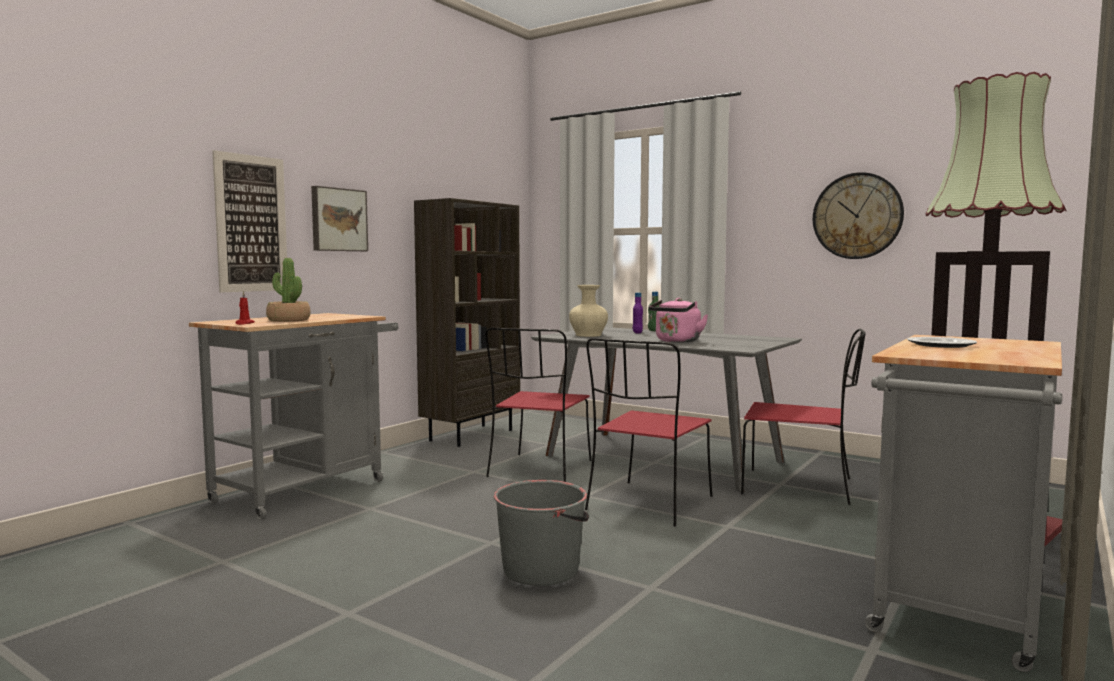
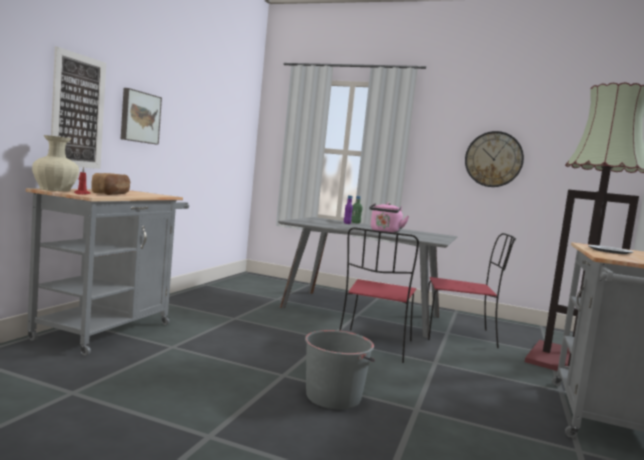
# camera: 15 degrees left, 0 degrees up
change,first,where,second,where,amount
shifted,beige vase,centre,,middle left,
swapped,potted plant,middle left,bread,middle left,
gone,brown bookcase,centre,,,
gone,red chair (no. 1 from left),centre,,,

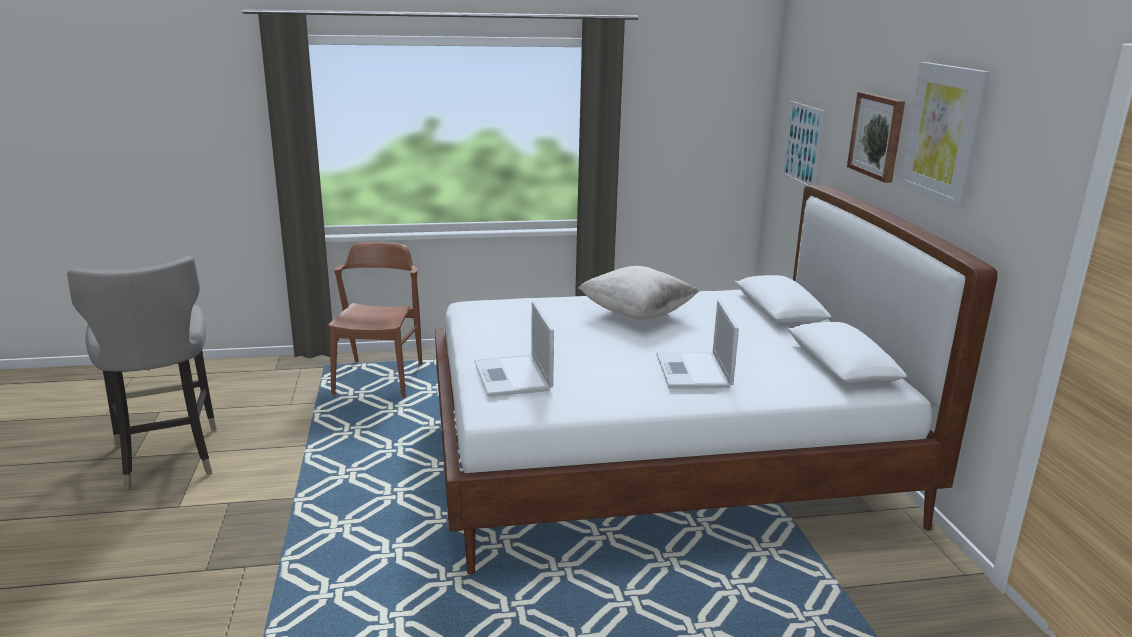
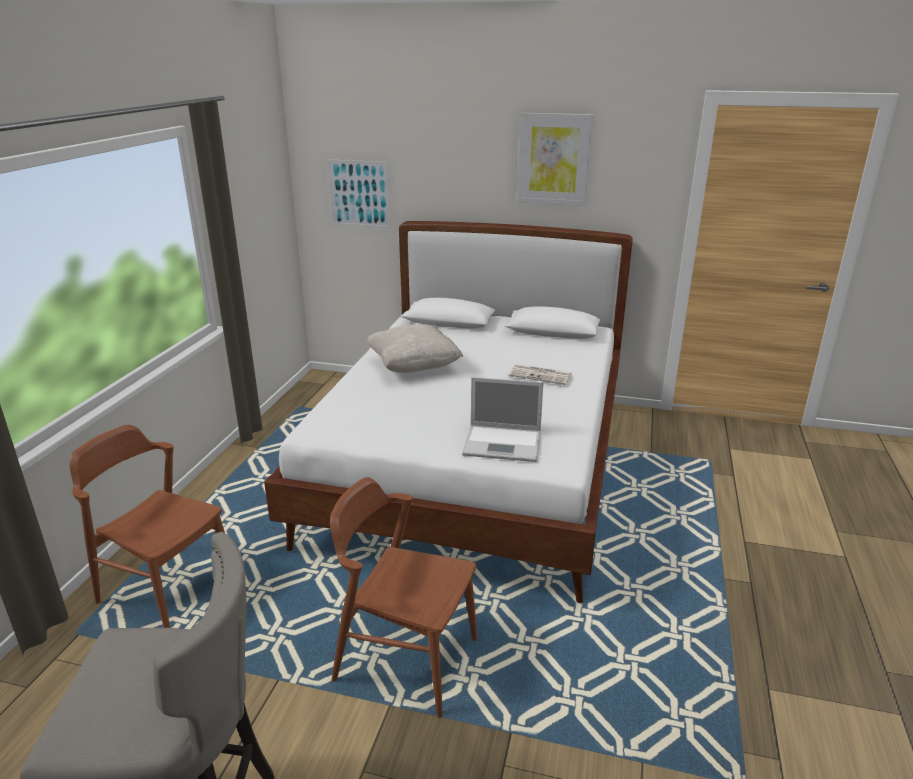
# camera: 65 degrees left, 5 degrees up
change,first,where,second,where,amount
new,,,brown chair (no. 2 from left),bottom centre,
swapped,laptop (no. 2 from left),centre,newspaper,centre,
gone,picture (no. 2 from left),top right,,,

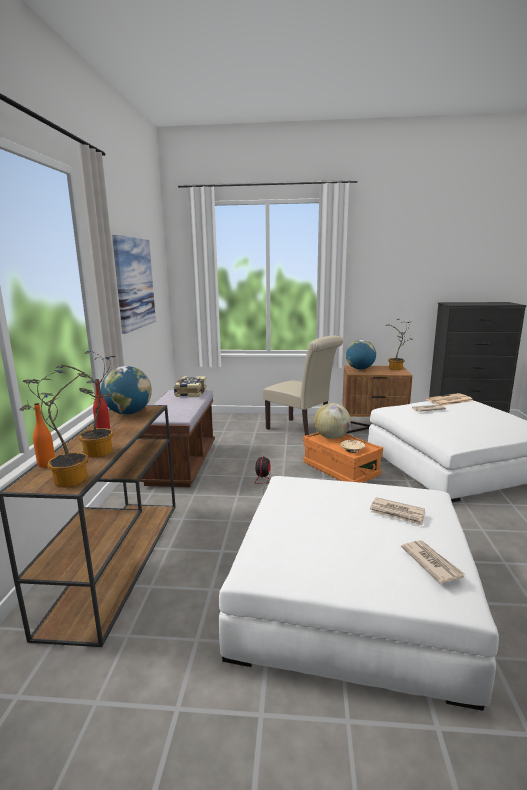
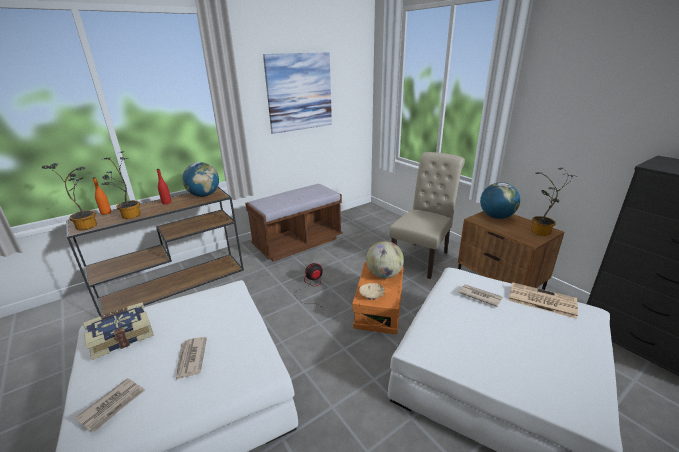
# camera: 50 degrees right, 10 degrees up
change,first,where,second,where,amount
shifted,book,centre,,bottom left,
rotated,beige chair,centre,,centre,150 degrees counterclockwise

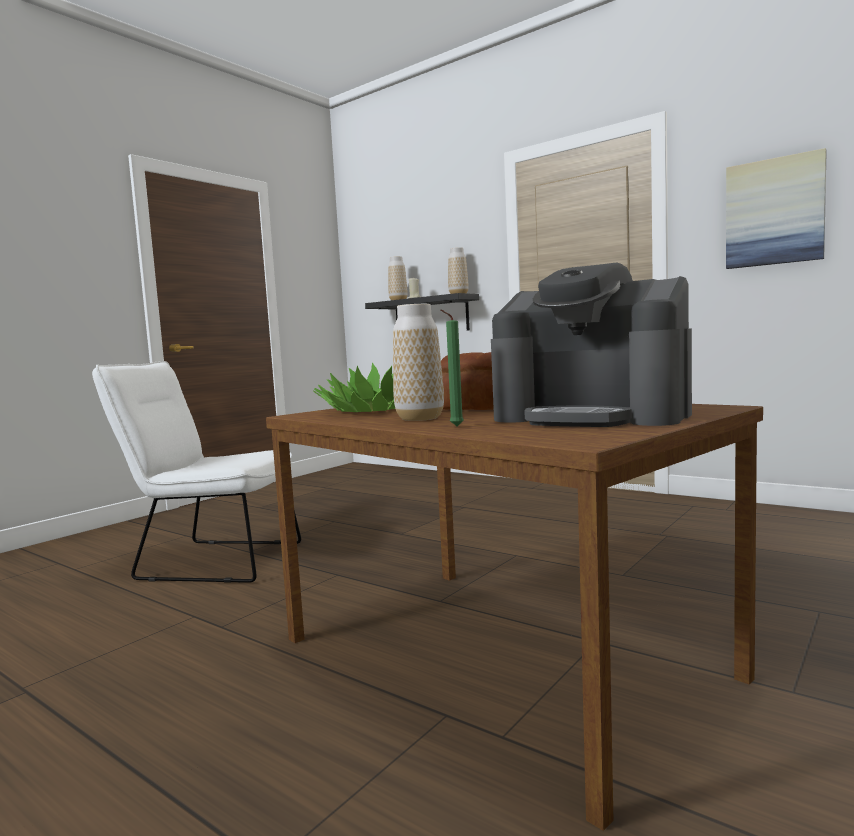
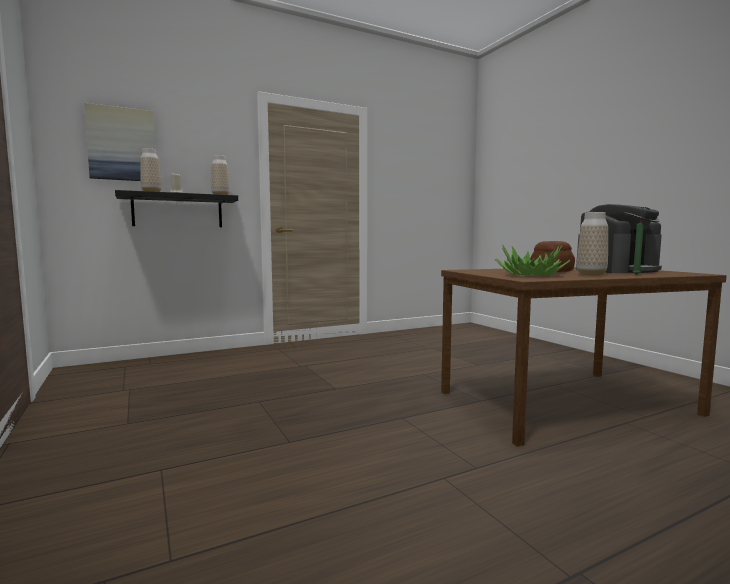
# camera: 65 degrees left, 0 degrees up
change,first,where,second,where,amount
shifted,picture,top right,,top left,
gone,white chair,middle left,,,

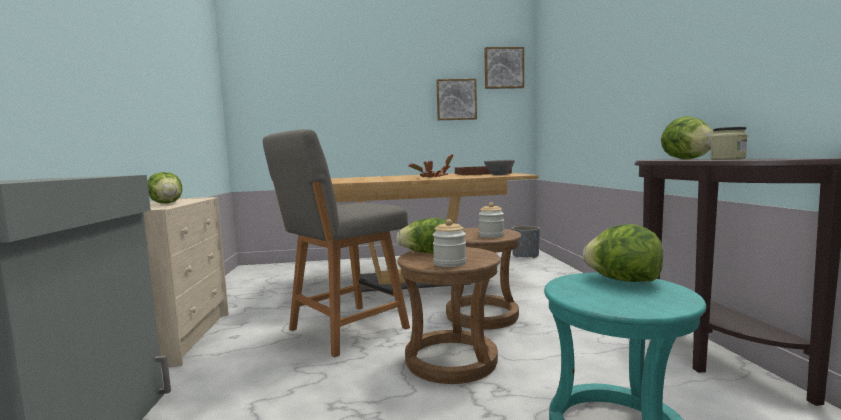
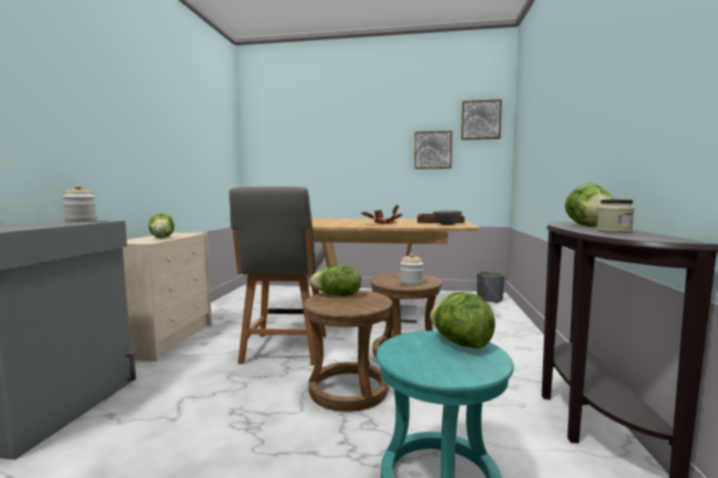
# camera: 15 degrees right, 0 degrees up
change,first,where,second,where,amount
shifted,jar (no. 1 from left),centre,,middle left,
rotated,grey chair,centre,,centre,60 degrees counterclockwise

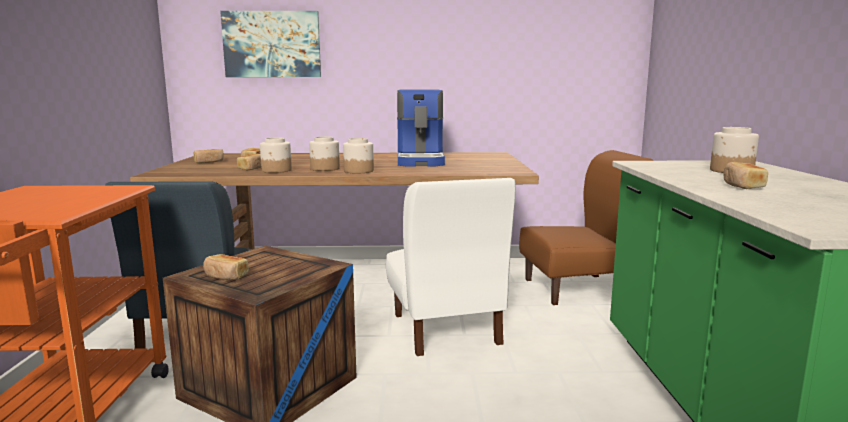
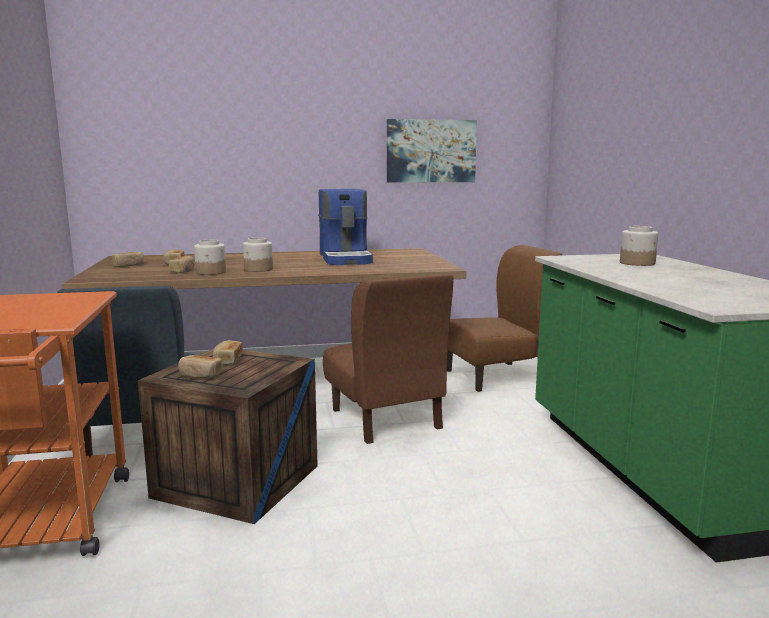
# camera: 10 degrees left, 0 degrees up
change,first,where,second,where,amount
shifted,bread (no. 5 from left),middle right,,middle left,
repainted,white chair,centre,brown chair (no. 1 from left),centre,
shifted,picture,top left,,top centre,
gone,jar (no. 3 from left),centre,,,

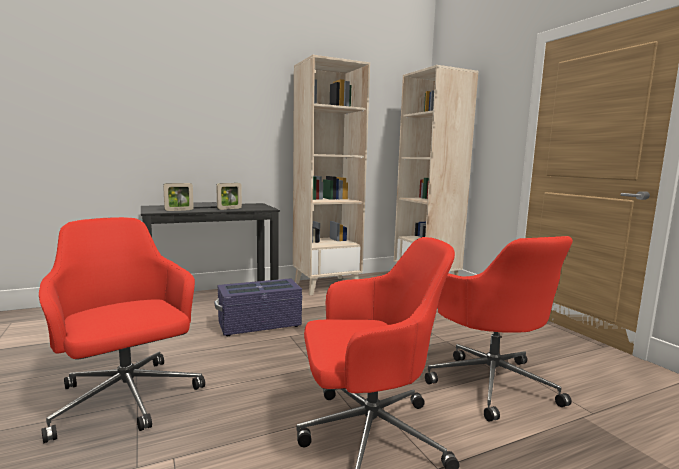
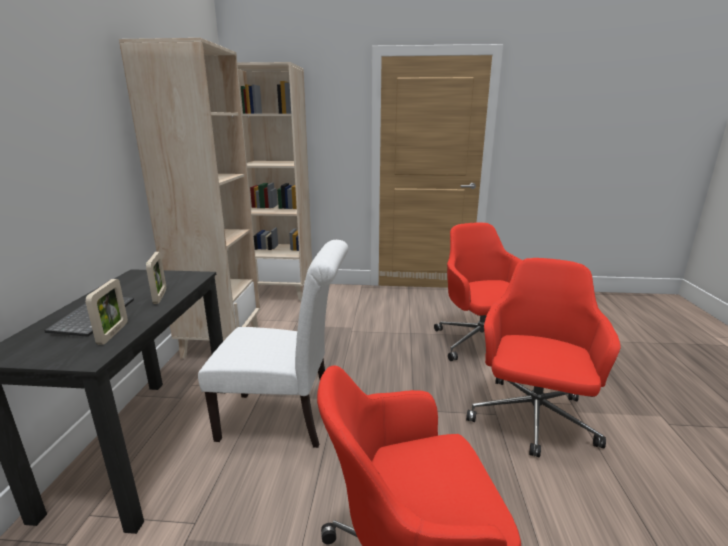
# camera: 60 degrees left, 10 degrees up
change,first,where,second,where,amount
swapped,purple storage box,centre,white chair,centre,
rotated,red office chair (no. 3 from left in the first image),bottom right,red office chair (no. 2 from left),centre,120 degrees counterclockwise

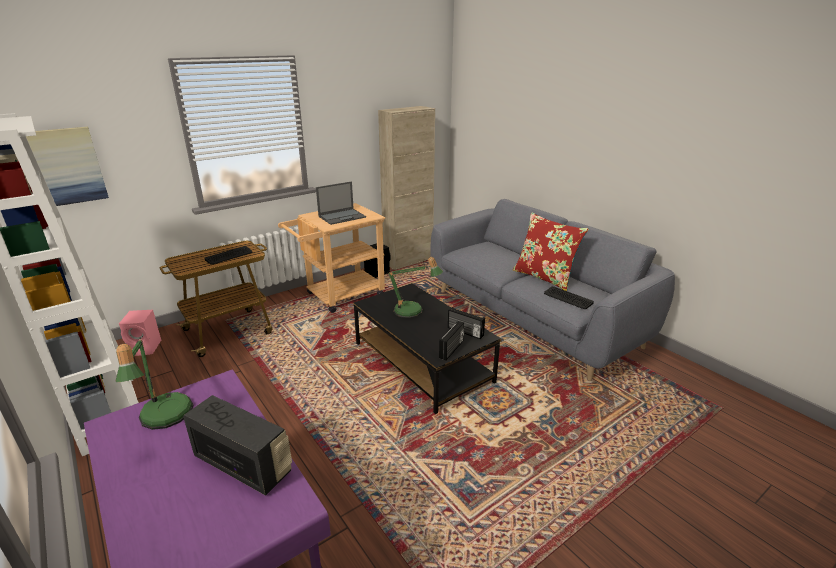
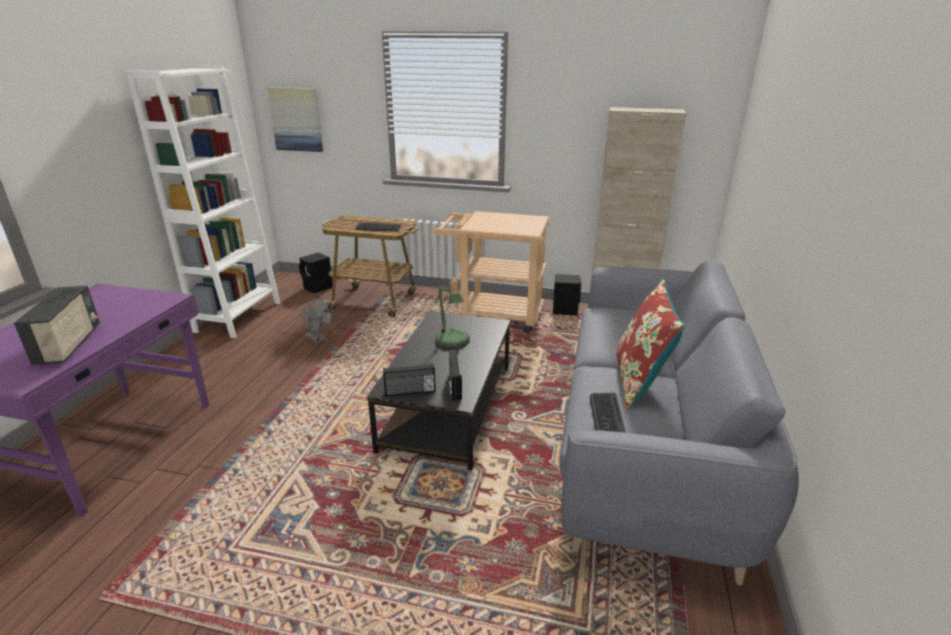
# camera: 50 degrees right, 0 degrees up
change,first,where,second,where,amount
repainted,pink speaker,middle left,black speaker (no. 1 from left),middle left,
new,,,grey fan,centre,
gone,table lamp (no. 1 from left),bottom left,,,
gone,laptop,centre,,,

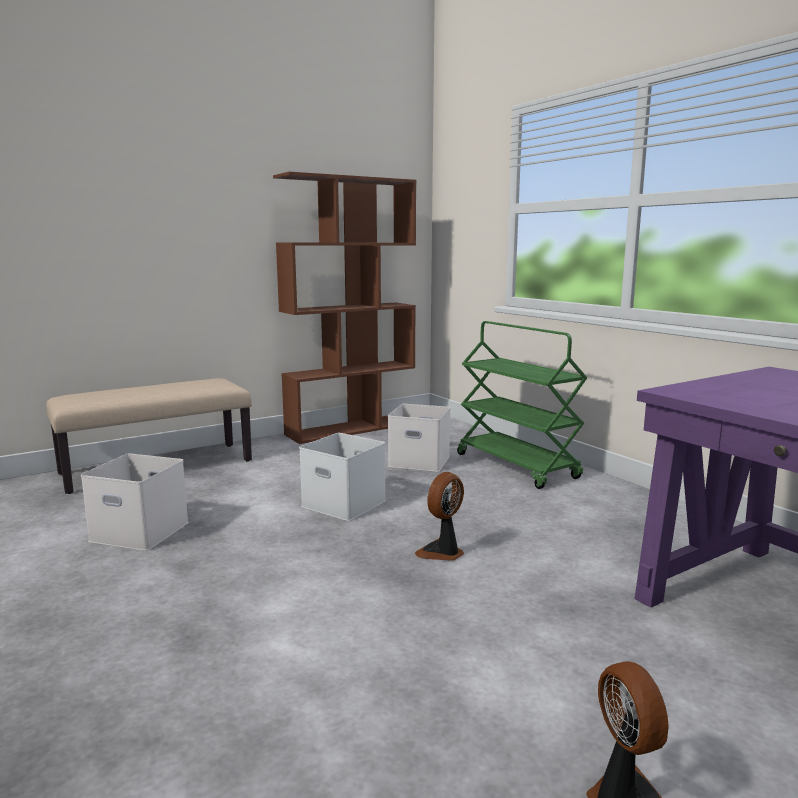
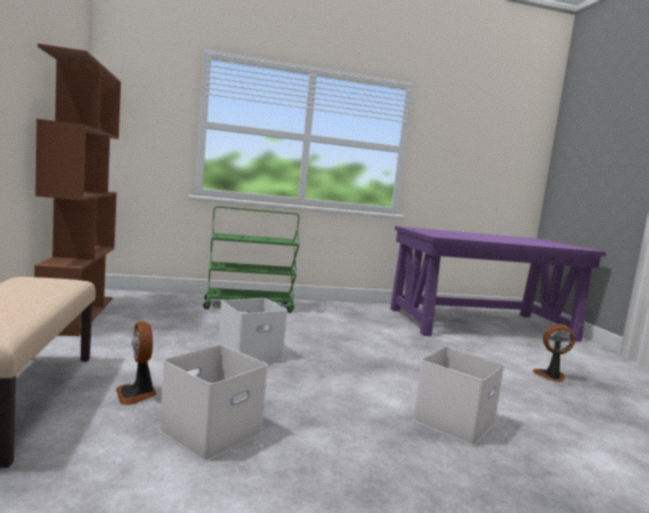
# camera: 70 degrees left, 5 degrees down
change,first,where,second,where,amount
shifted,fan (no. 1 from left),centre,,bottom left,
shifted,white storage box (no. 3 from left),centre,,bottom right,

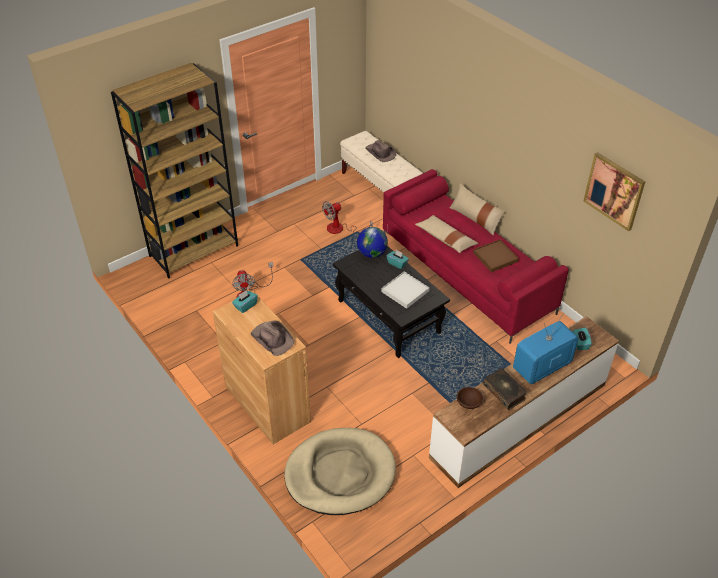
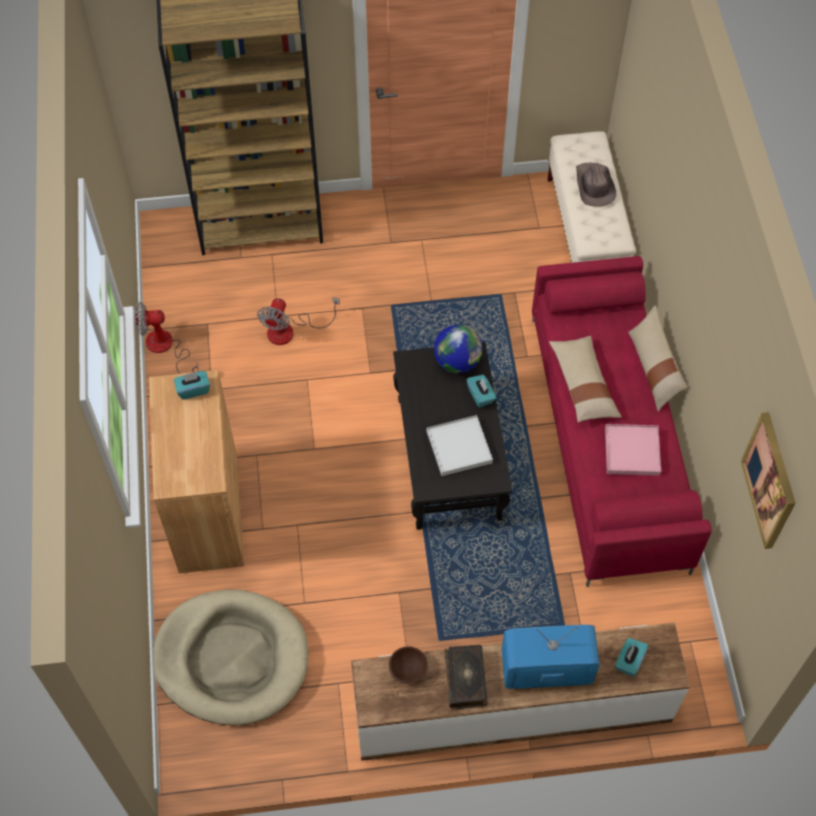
# camera: 30 degrees right, 15 degrees up
change,first,where,second,where,amount
shifted,fan (no. 2 from left in the first image),centre,fan (no. 1 from left),middle left,
repainted,brown tray,middle right,pink tray,middle right,
gone,brown hat (no. 1 from left),centre,,,

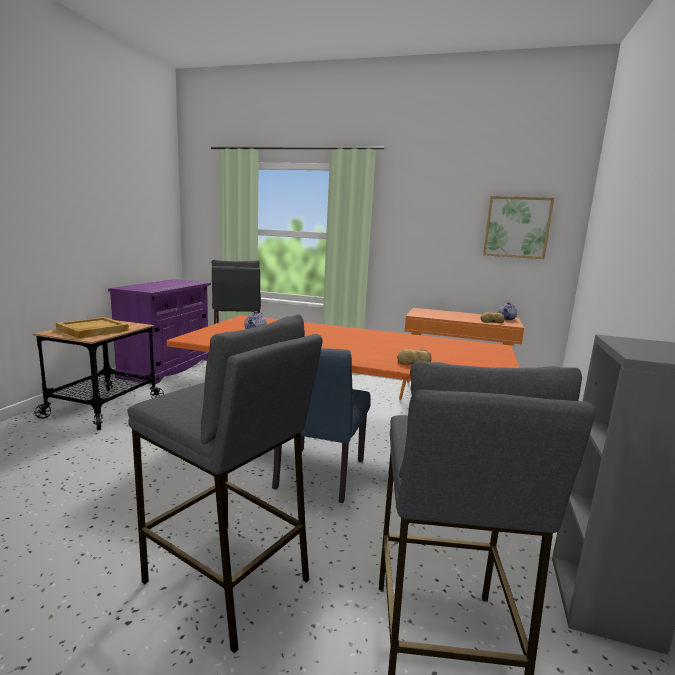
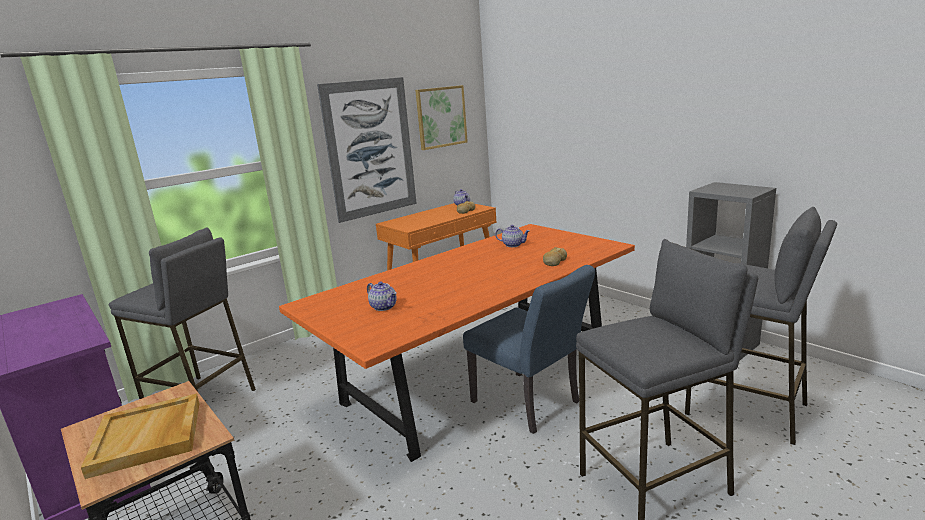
# camera: 55 degrees left, 5 degrees up
change,first,where,second,where,amount
new,,,picture (no. 1 from left),top centre,
new,,,teapot (no. 3 from left),centre,

